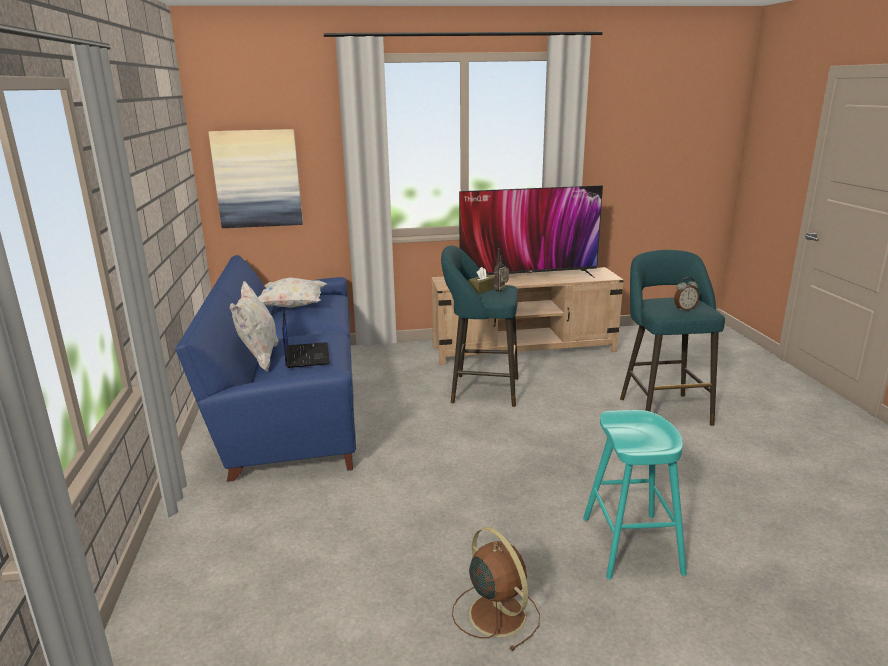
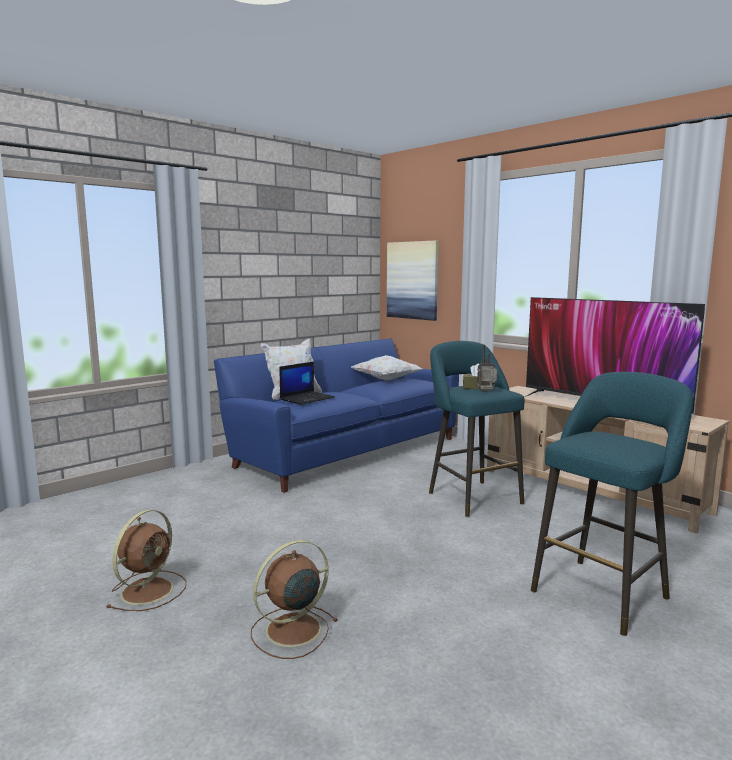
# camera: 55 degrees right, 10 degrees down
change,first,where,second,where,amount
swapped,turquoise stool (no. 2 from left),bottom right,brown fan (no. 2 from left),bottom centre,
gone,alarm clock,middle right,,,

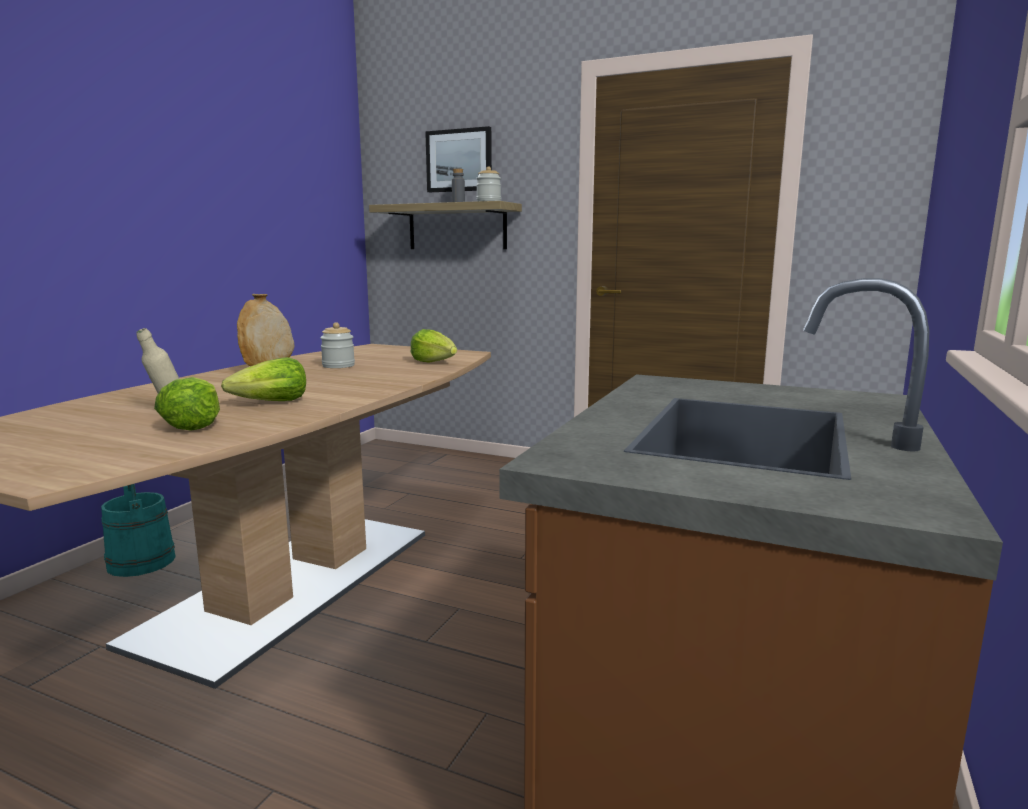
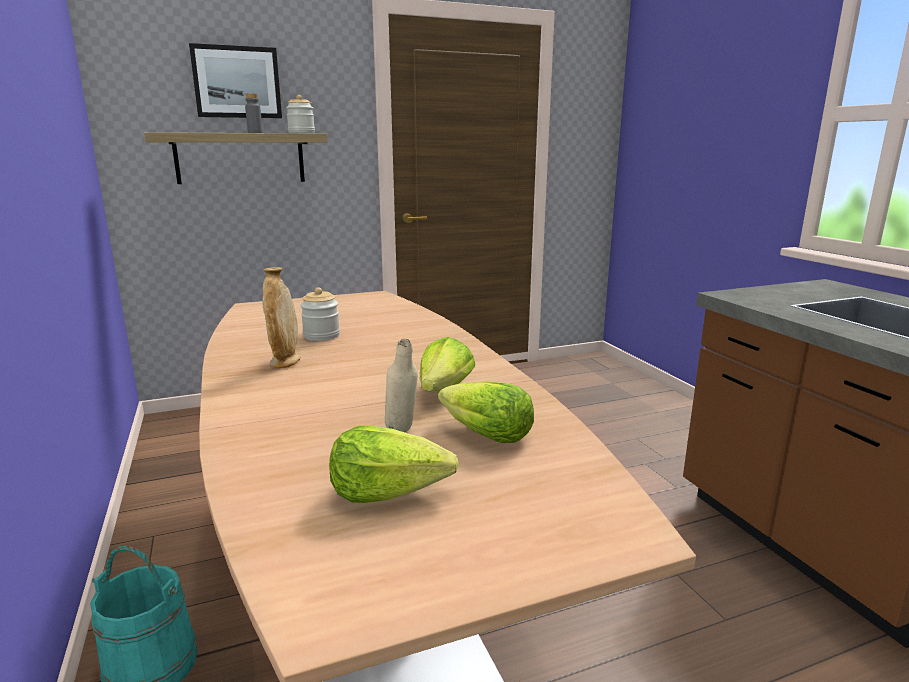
# camera: 45 degrees left, 5 degrees up
change,first,where,second,where,amount
shifted,lettuce (no. 3 from left in the first image),centre,lettuce (no. 1 from left),bottom centre,

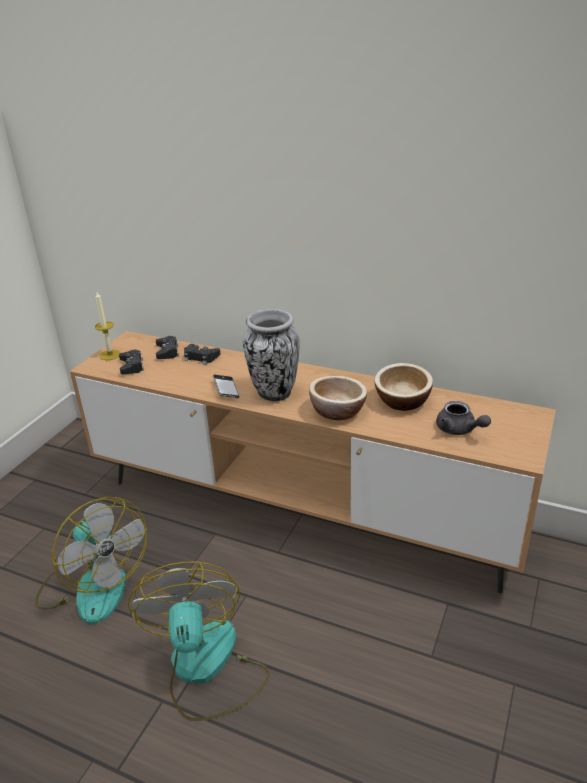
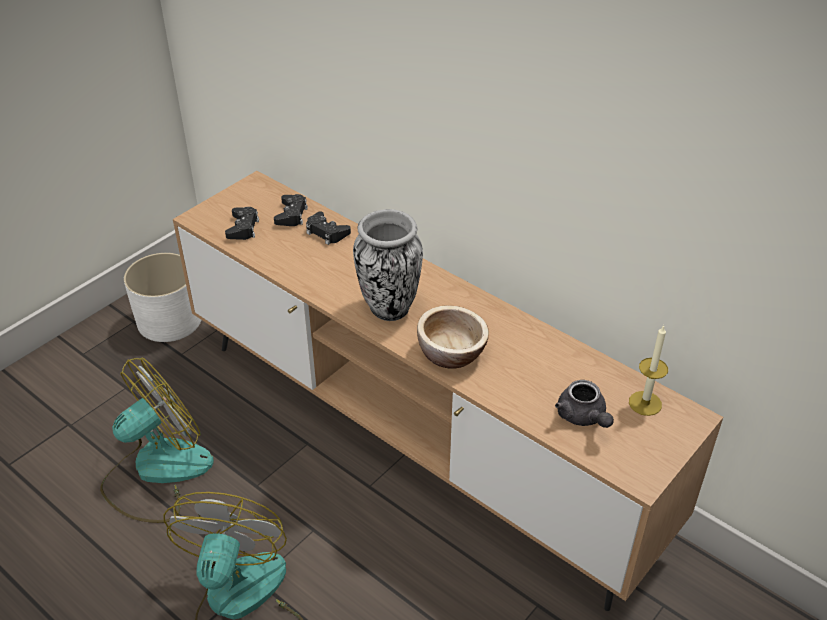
# camera: 15 degrees right, 10 degrees up
change,first,where,second,where,amount
rotated,fan (no. 1 from left),bottom left,,bottom left,105 degrees counterclockwise
new,,,white planter,middle left,
shifted,candle,middle left,,middle right,
gone,phone,centre,,,
gone,bowl (no. 2 from left),middle right,,,

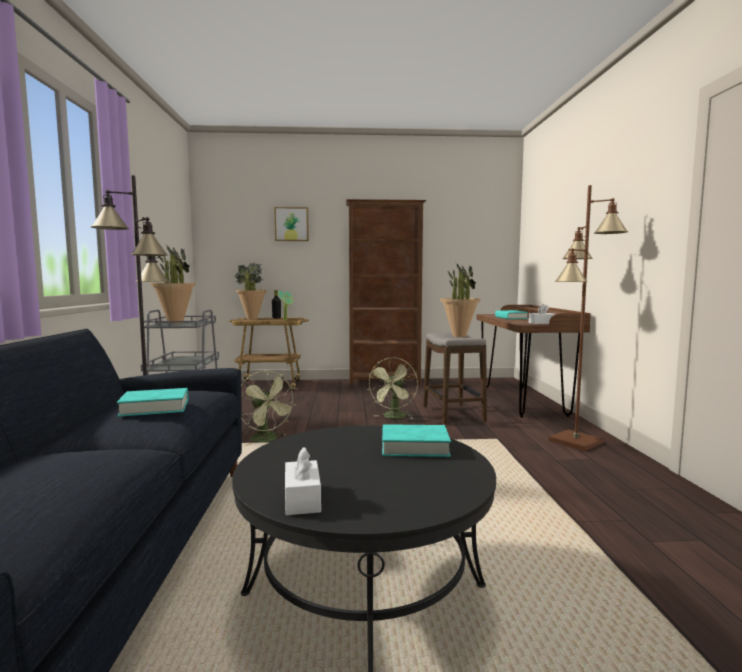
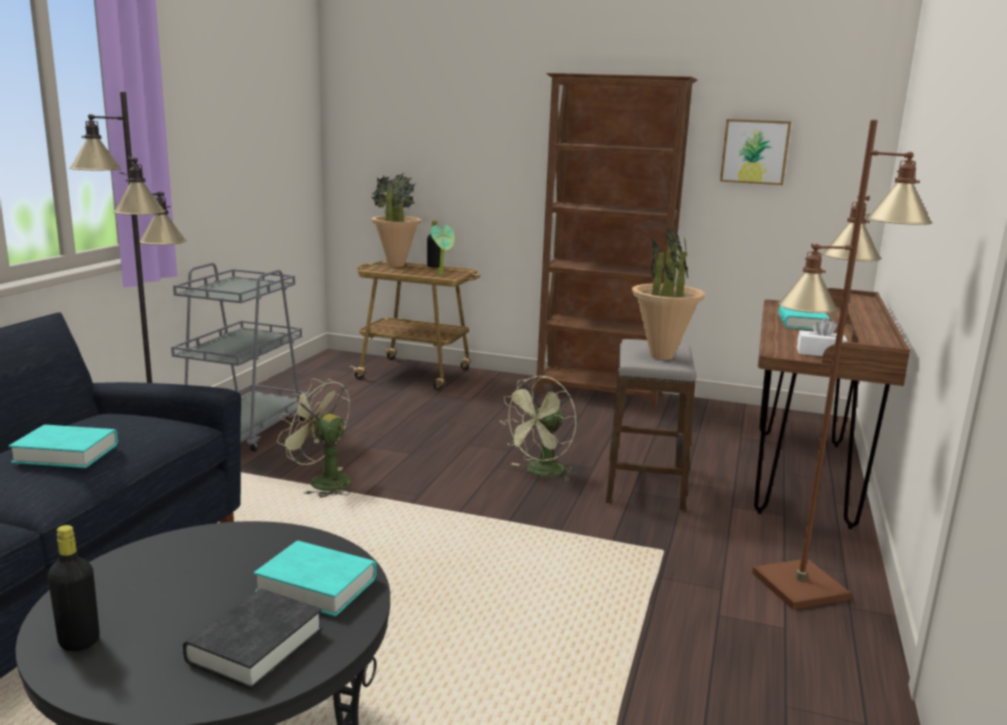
# camera: 20 degrees right, 10 degrees up
change,first,where,second,where,amount
swapped,white tissue box (no. 1 from left),bottom centre,black bottle (no. 1 from left),bottom left,
new,,,black book,bottom left,
rotated,green fan (no. 1 from left),centre,,middle left,135 degrees clockwise
shifted,picture,centre,,top right,
gone,potted plant (no. 1 from left),middle left,,,

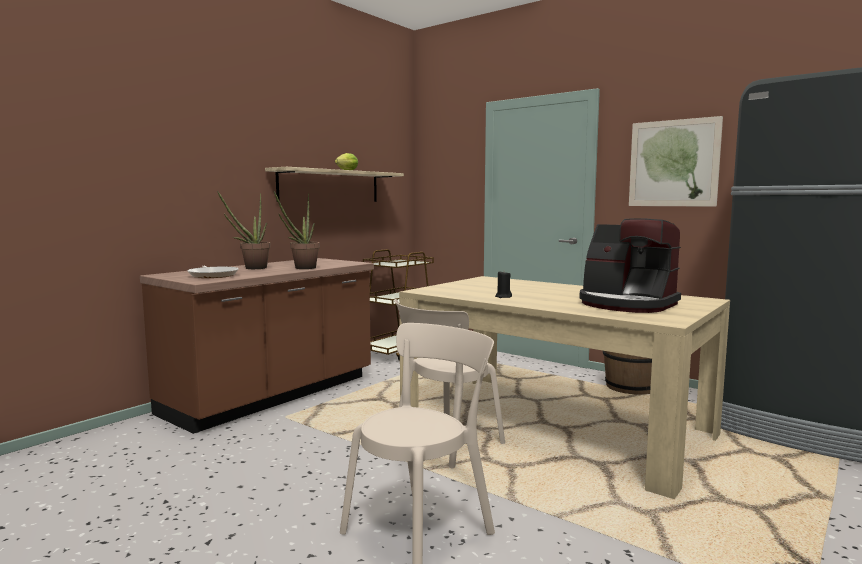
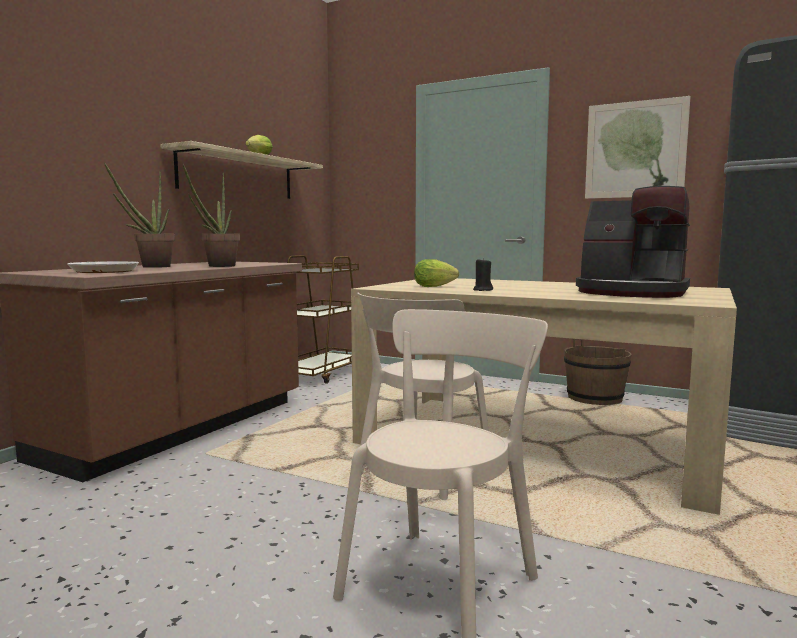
# camera: 10 degrees left, 0 degrees up
change,first,where,second,where,amount
new,,,lettuce (no. 2 from left),centre,

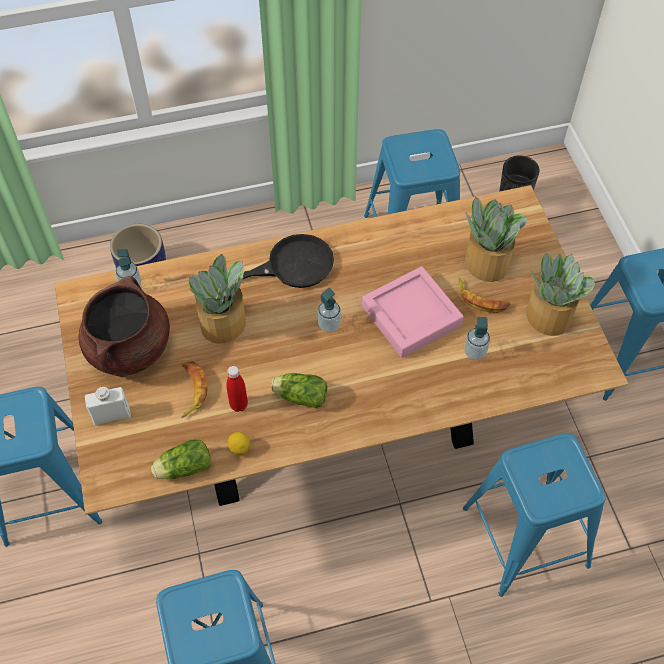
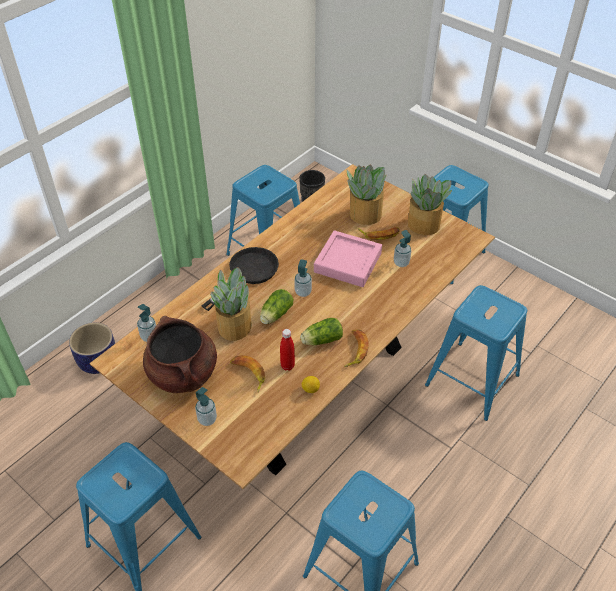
# camera: 35 degrees left, 10 degrees down
change,first,where,second,where,amount
swapped,white bottle,middle left,soap dispenser (no. 2 from left),bottom centre,
shifted,lettuce (no. 1 from left),bottom left,,centre,
new,,,banana (no. 2 from left),centre,

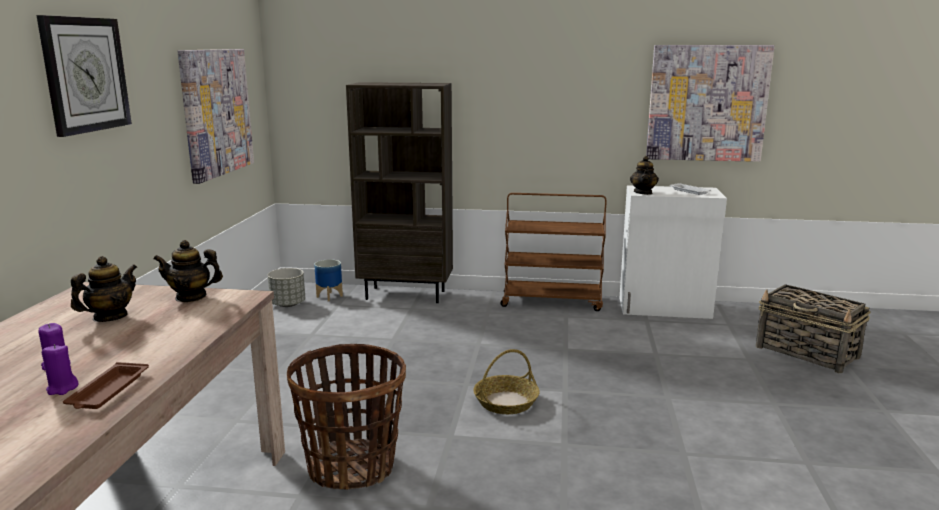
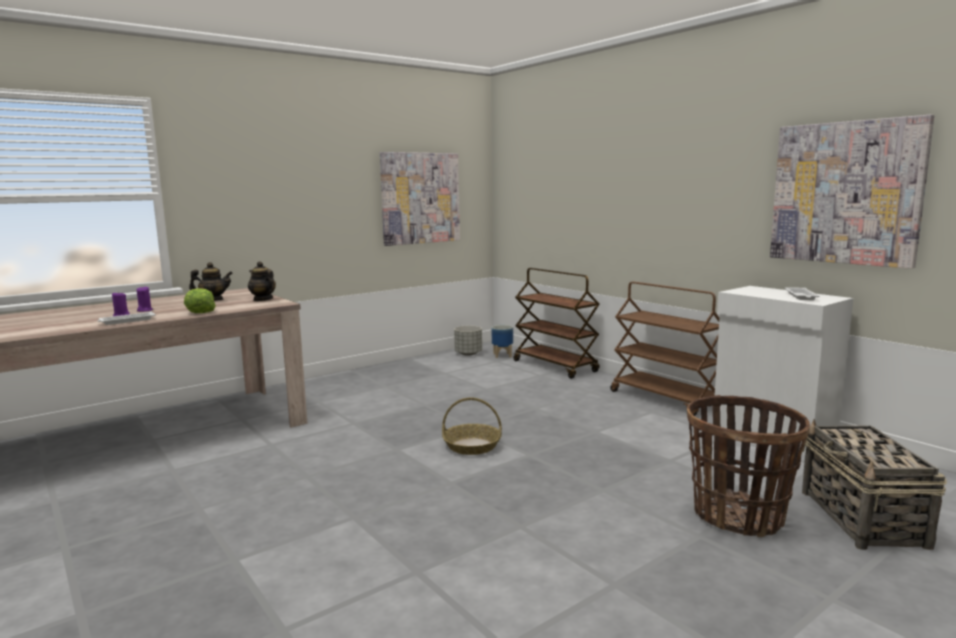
# camera: 45 degrees right, 5 degrees down
change,first,where,second,where,amount
repainted,brown tray,bottom left,white tray (no. 1 from left),middle left,
new,,,lettuce,middle left,
swapped,brown bookcase,centre,brown cart (no. 1 from left),centre,
shifted,basket (no. 1 from left in the first image),bottom centre,basket (no. 2 from left),bottom right,
gone,wall clock,top left,,,
gone,teapot (no. 3 from left),middle right,,,

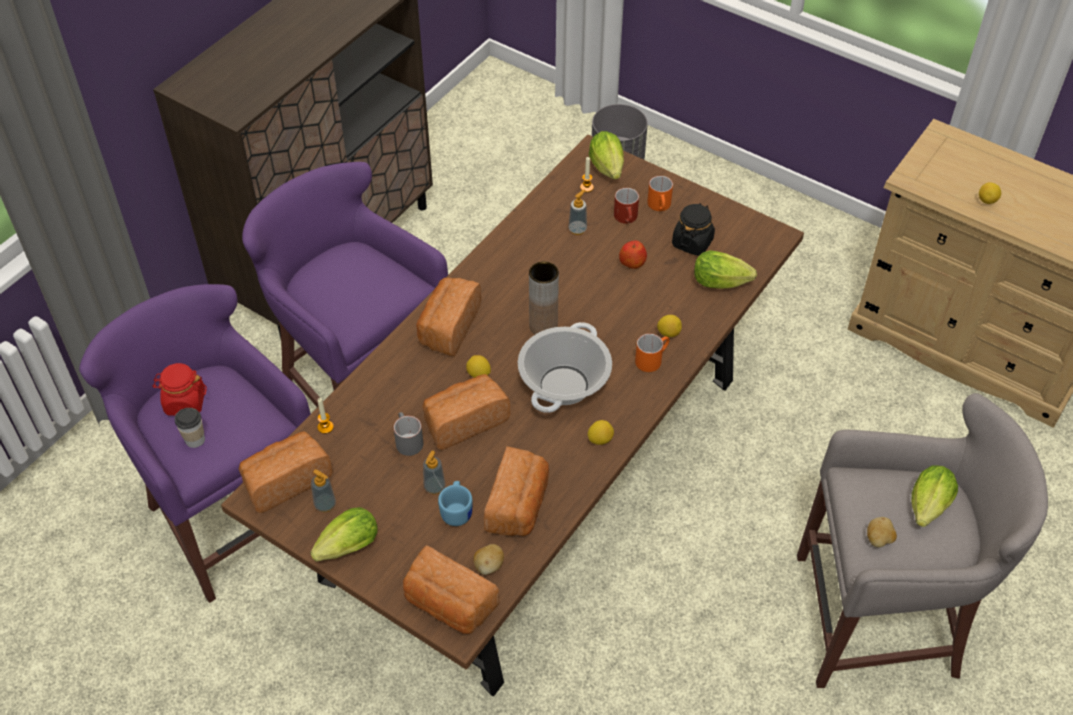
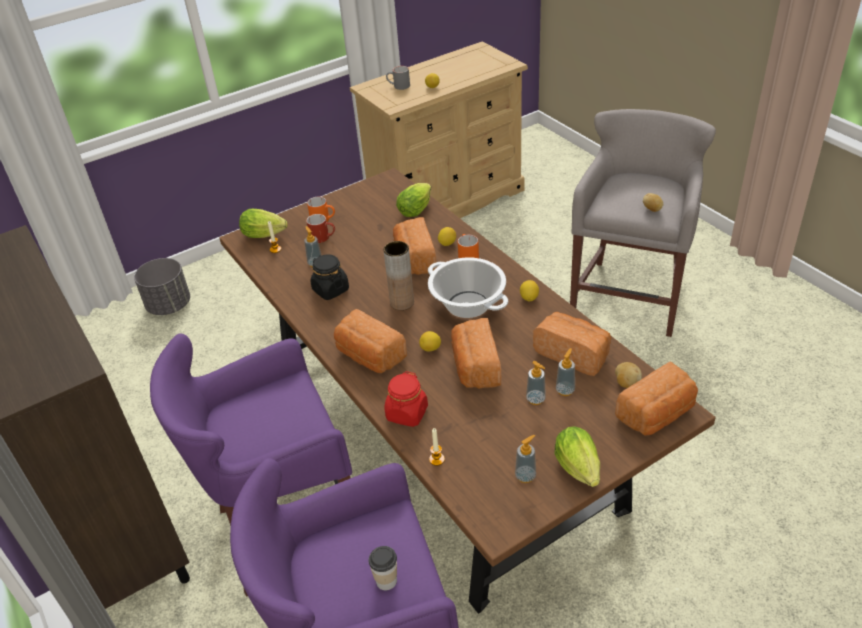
# camera: 65 degrees left, 10 degrees down
change,first,where,second,where,amount
shifted,black jar,top centre,,centre,
shifted,red jar,middle left,,centre,
shifted,grey mug,centre,,top centre,
shifted,bread (no. 1 from left in the first image),middle left,bread (no. 2 from left),centre,
swapped,blue mug,bottom centre,soap dispenser (no. 4 from left),centre,
gone,apple,centre,,,
gone,lettuce (no. 4 from left),bottom right,,,

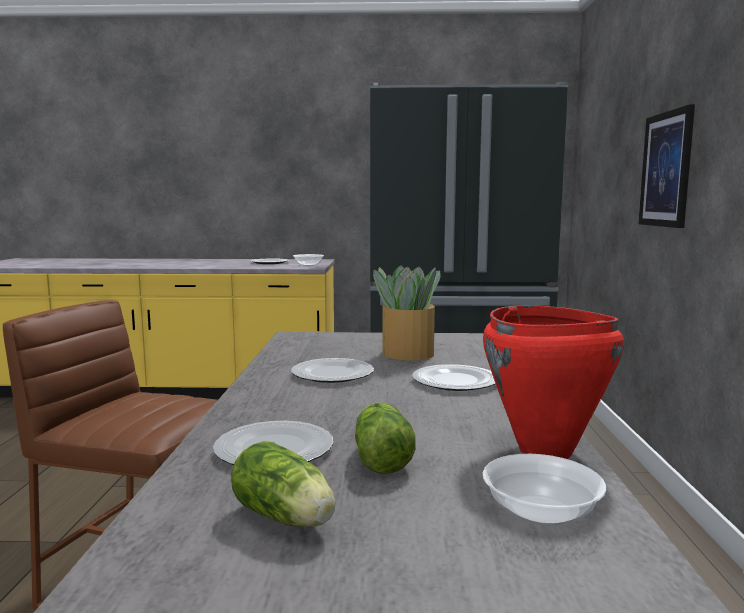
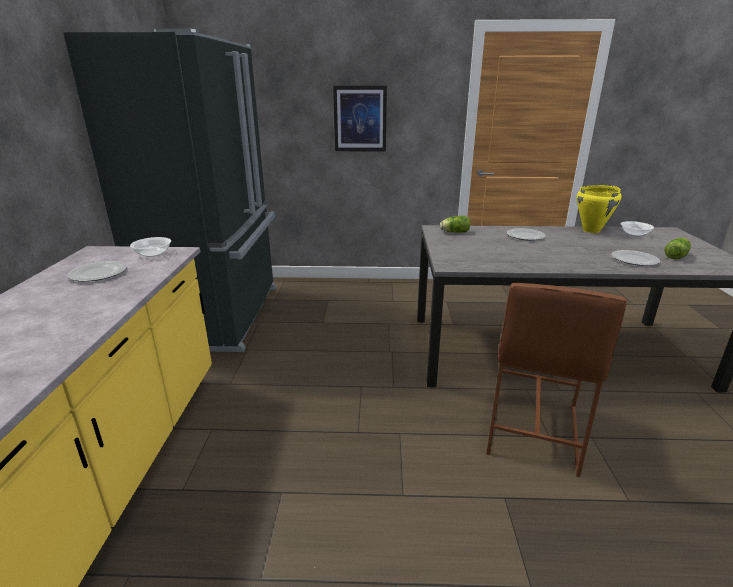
# camera: 90 degrees left, 15 degrees up
change,first,where,second,where,amount
shifted,lettuce (no. 2 from left in the first image),bottom centre,lettuce (no. 1 from left),centre,
repainted,red cooking pot,middle right,yellow cooking pot,middle right,
gone,plate (no. 3 from left),centre,,,
gone,potted plant,centre,,,

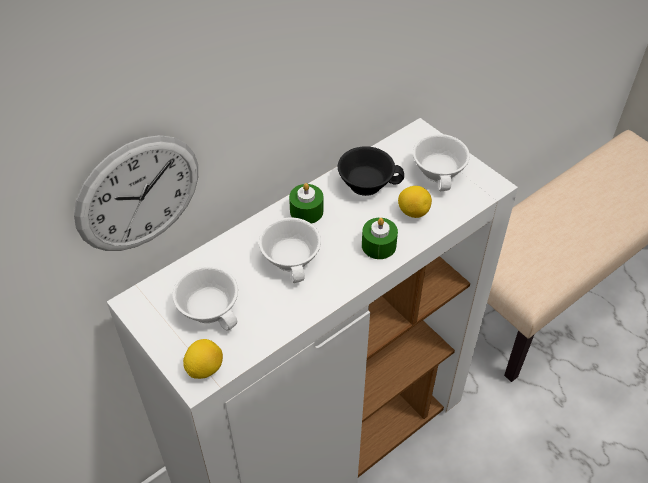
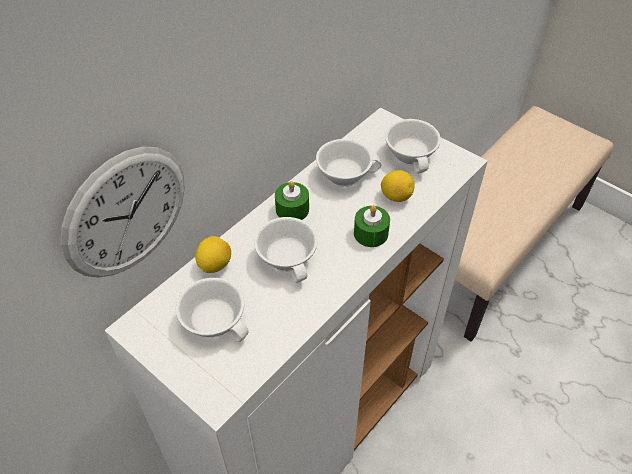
# camera: 10 degrees left, 0 degrees up
change,first,where,second,where,amount
shifted,lemon (no. 1 from left),bottom left,,centre,
repainted,black cup,centre,white cup (no. 3 from left),centre,

